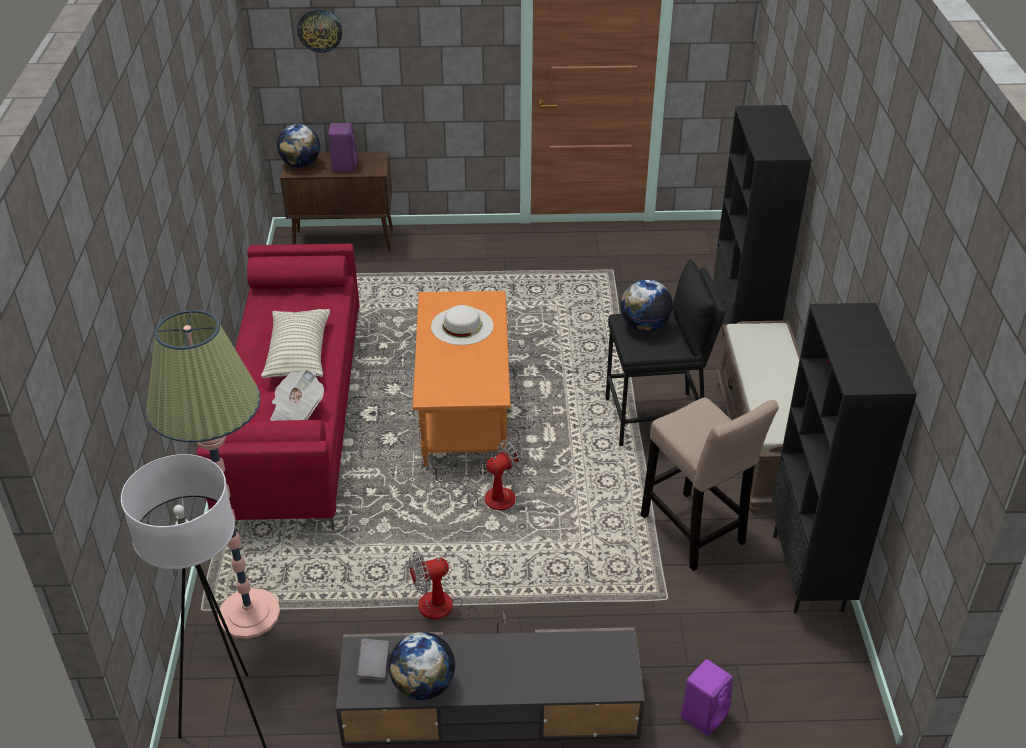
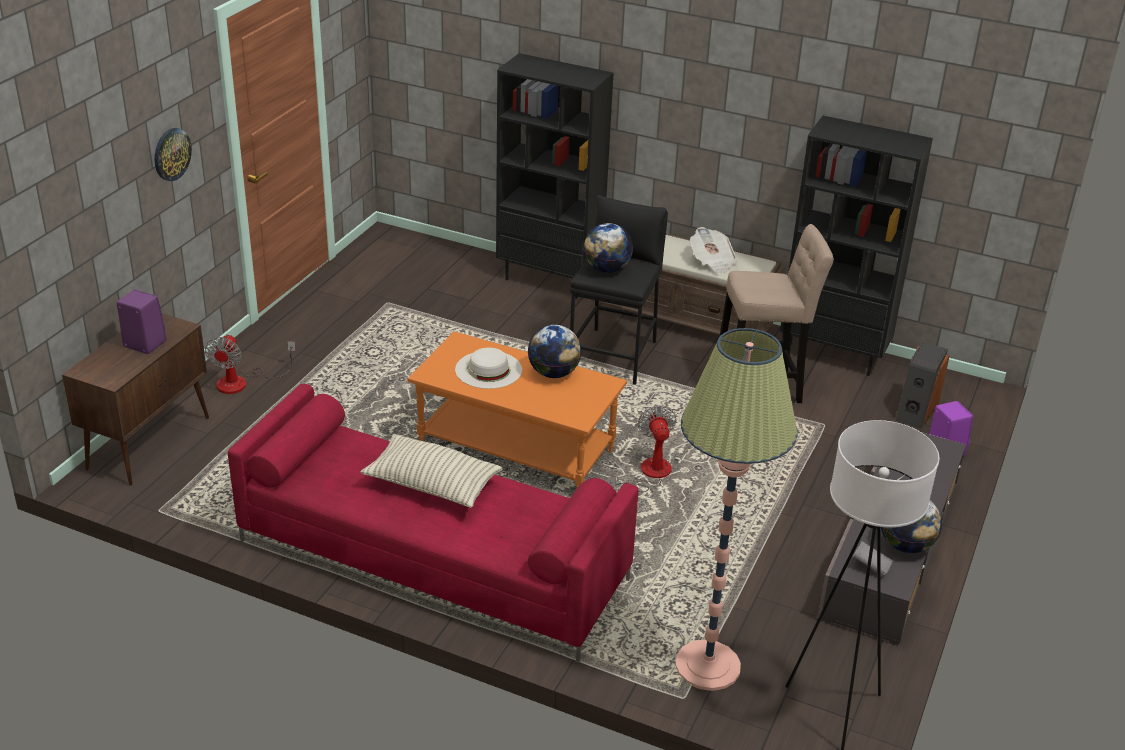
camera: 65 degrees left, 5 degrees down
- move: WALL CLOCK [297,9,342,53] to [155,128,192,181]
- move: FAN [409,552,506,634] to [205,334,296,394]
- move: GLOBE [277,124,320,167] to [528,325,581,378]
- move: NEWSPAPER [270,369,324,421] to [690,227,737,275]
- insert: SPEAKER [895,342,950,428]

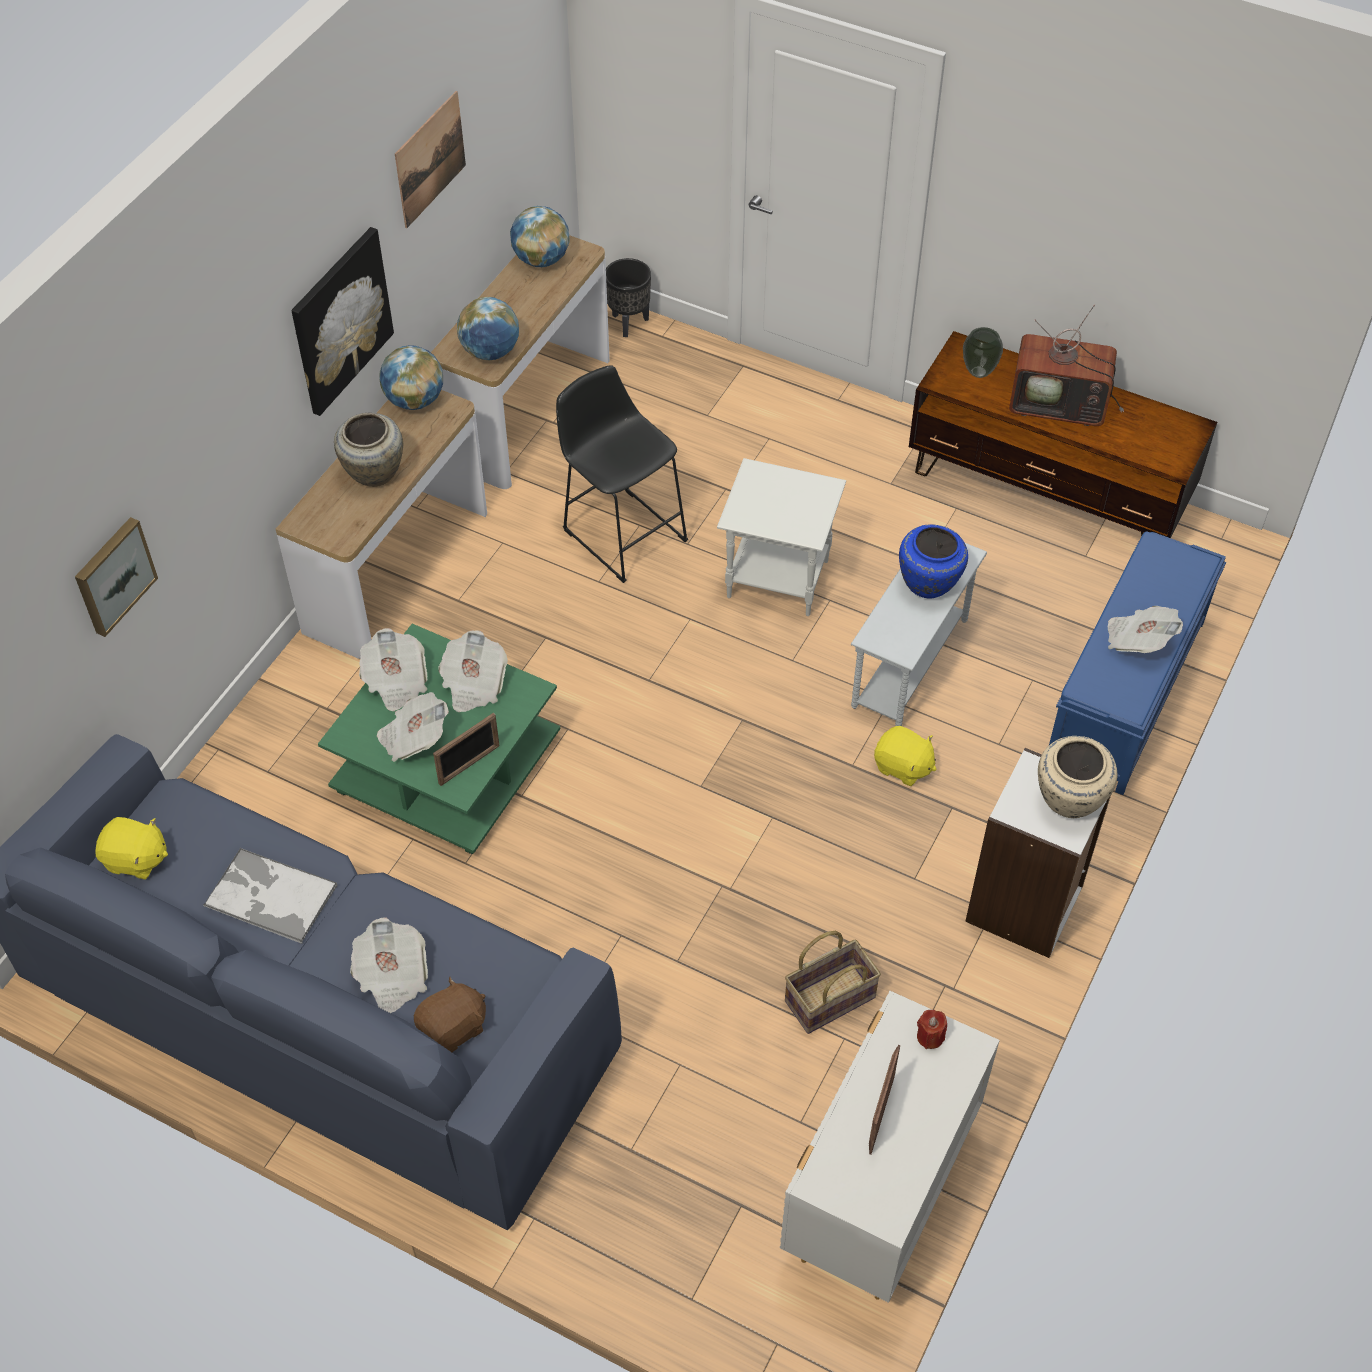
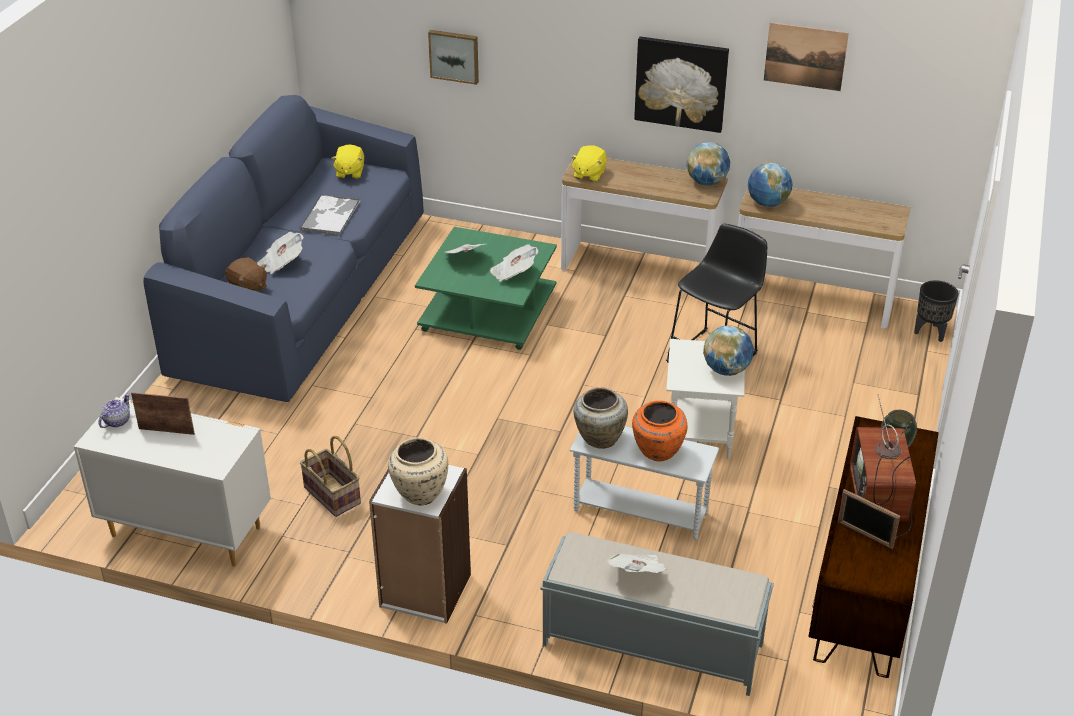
camera: 80 degrees right, 15 degrees down
- insert: TEAPOT [98,393,130,428]
- recolor: BLUE BENCH [1049,531,1226,795] to GREY BENCH [540,532,774,696]
- move: YELLOW PLUSH TOY [874,726,936,786] to [571,145,607,182]
- move: BEIGE VASE [334,413,403,487] to [574,387,628,449]
- recolor: BLUE VASE [899,524,968,599] to ORANGE VASE [632,401,687,462]
- move: GLOBE [510,206,570,267] to [703,325,754,376]
- move: PICTURE FRAME [433,713,500,786] to [838,489,900,549]
- delete: NEWSPAPER [359,628,428,711]
- delete: RED CANDLE [917,1010,947,1049]

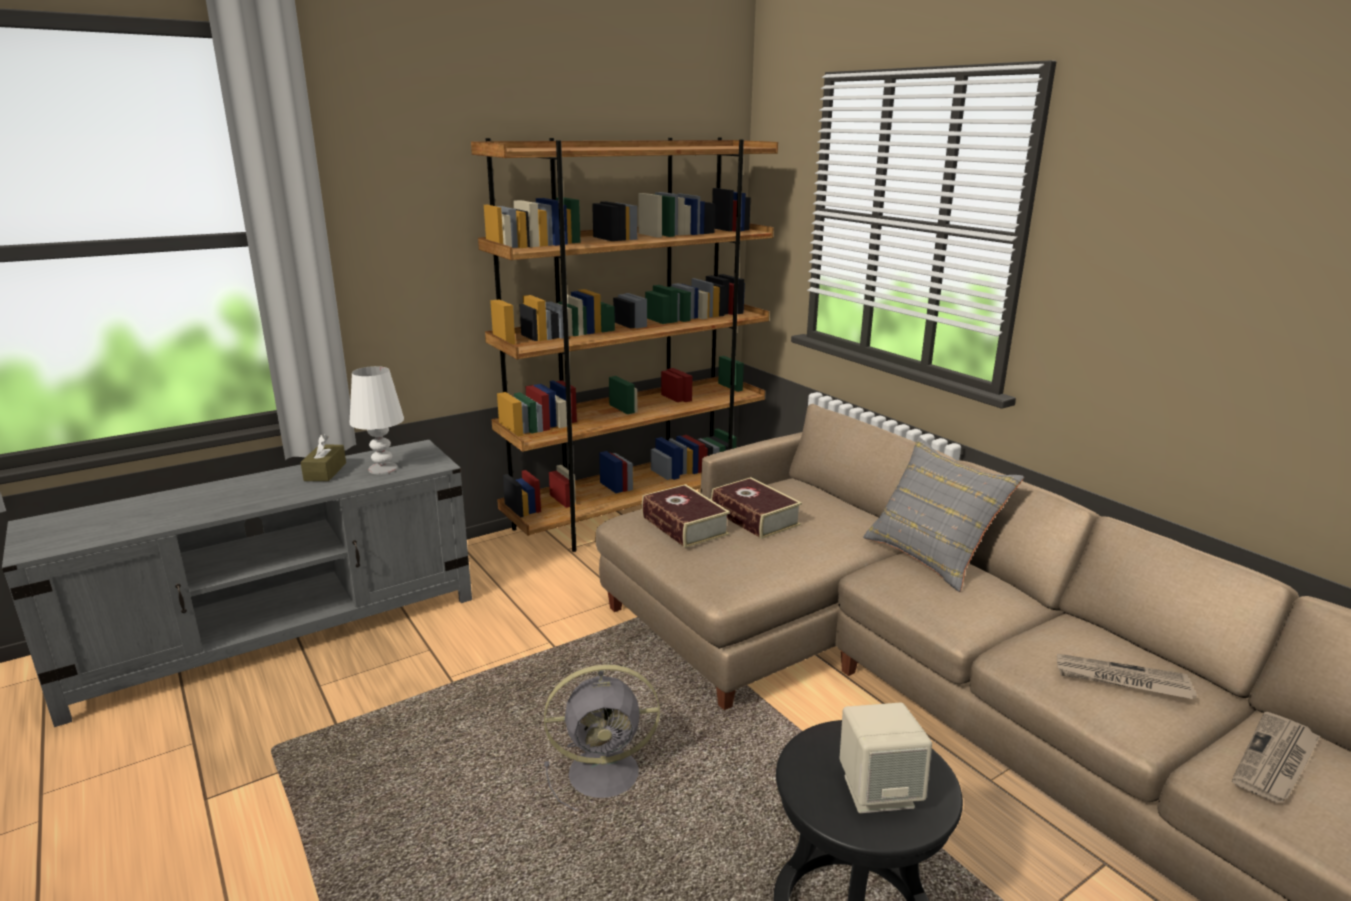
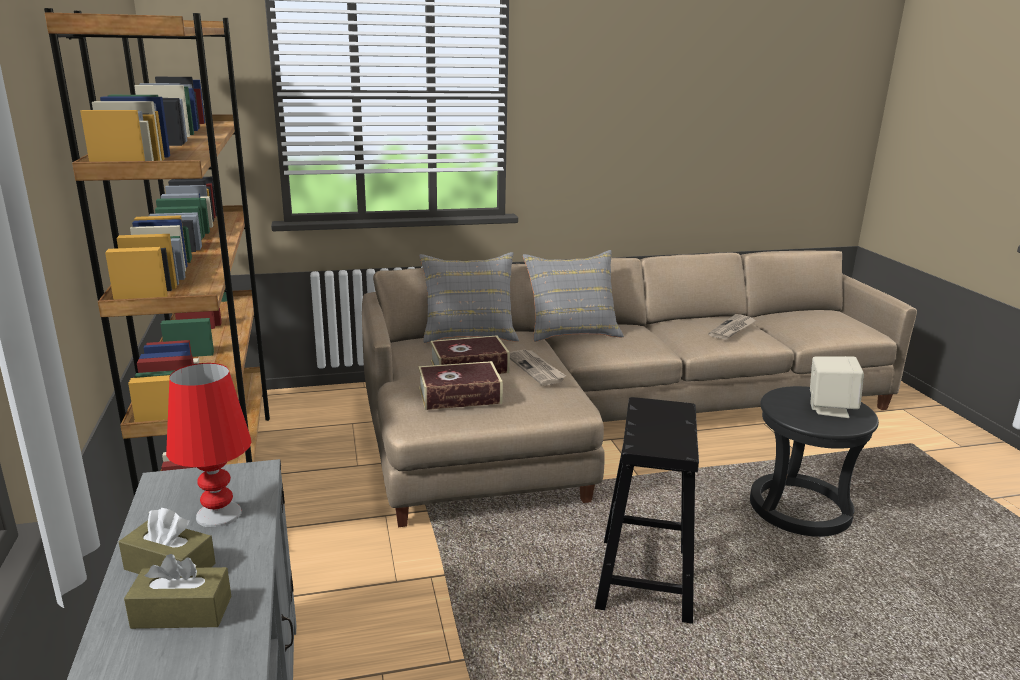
camera: 70 degrees left, 0 degrees up
- insert: BROWN TISSUE BOX [124,554,231,629]
- recolor: WHITE TABLE LAMP [350,366,404,475] to RED TABLE LAMP [166,363,251,527]
- insert: GREY PILLOW [419,252,519,343]
- move: NEWSPAPER [1232,712,1320,803] to [510,349,566,386]
- replace: GREY FAN [544,664,660,811] to BLACK STOOL [595,397,699,624]

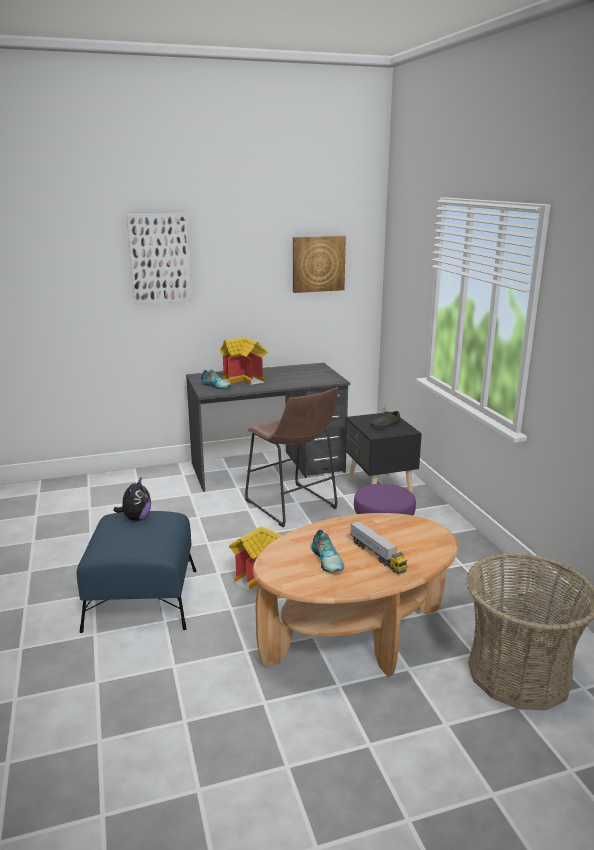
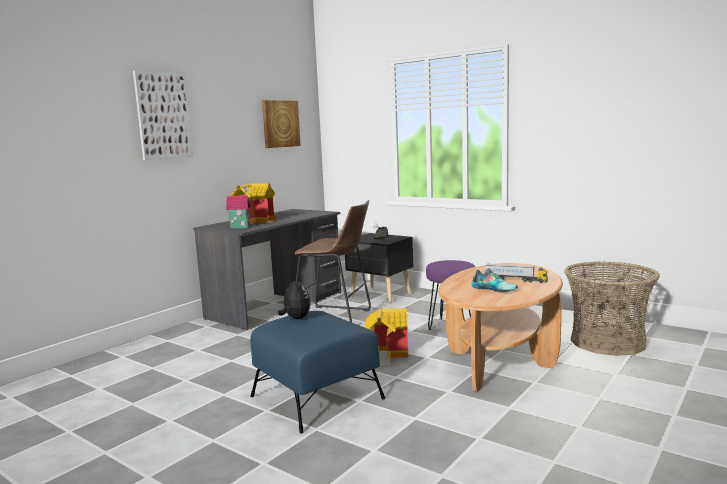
camera: 35 degrees left, 10 degrees down
- replace: SHOE [200,369,231,389] to TOY HOUSE [226,187,250,229]

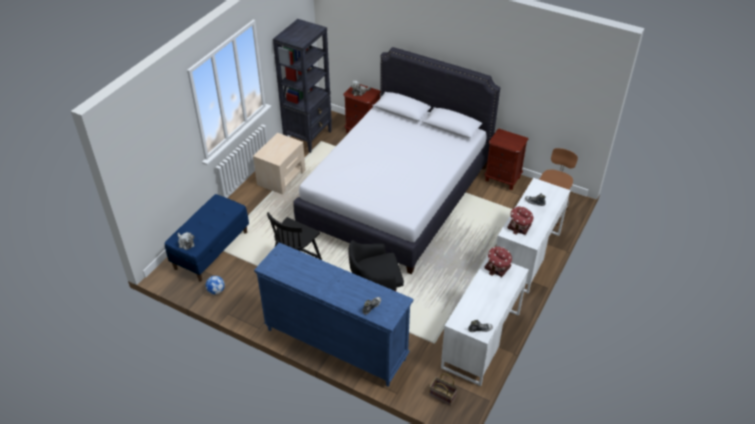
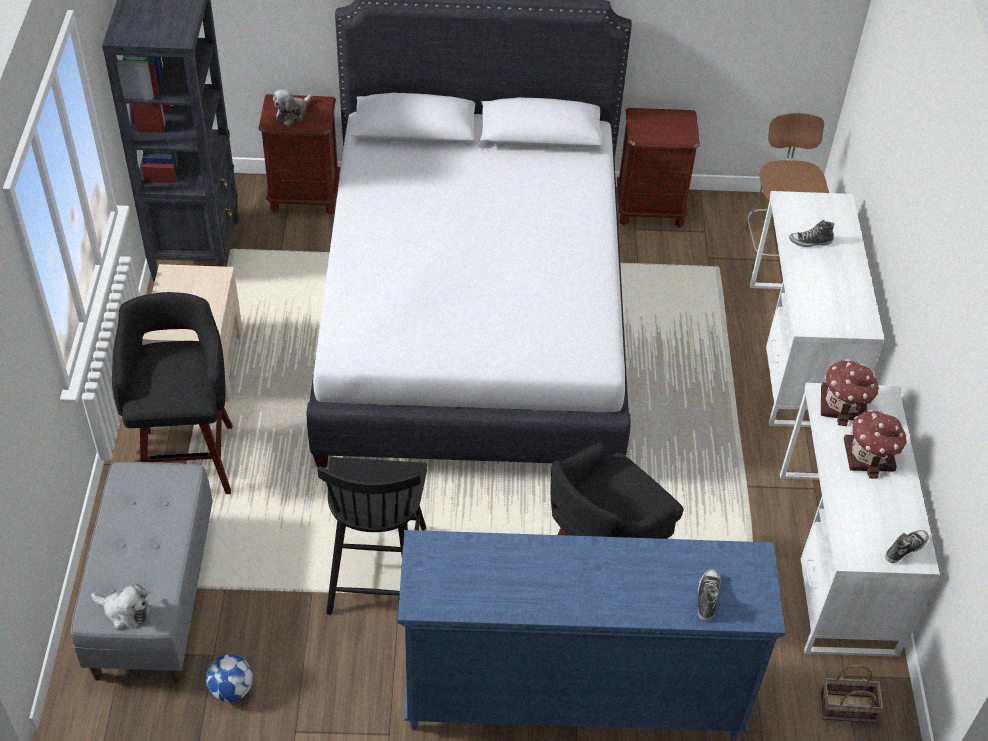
camera: 30 degrees left, 5 degrees up
- recolor: BLUE BENCH [165,194,249,281] to GREY BENCH [71,462,213,683]
- insert: BLACK STOOL [112,292,232,494]
- move: TOY HOUSE [507,206,533,235] to [844,409,907,478]

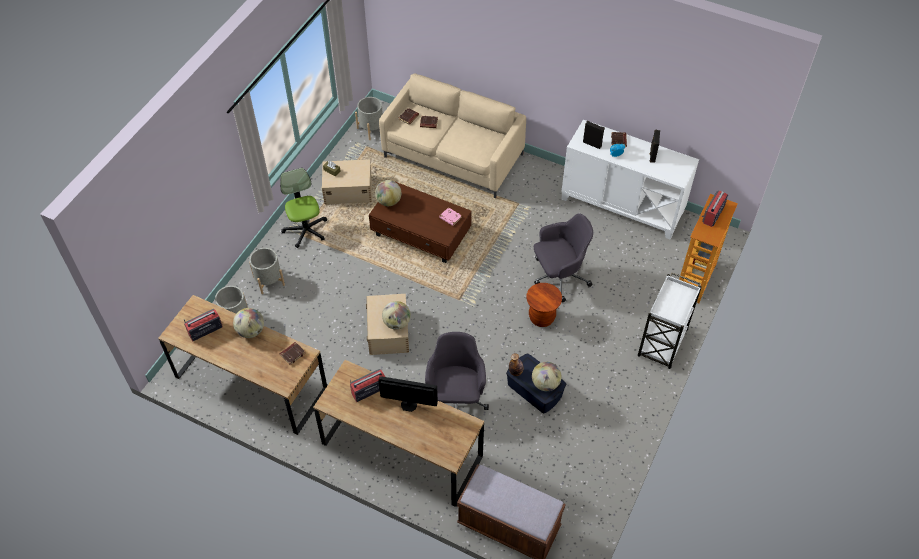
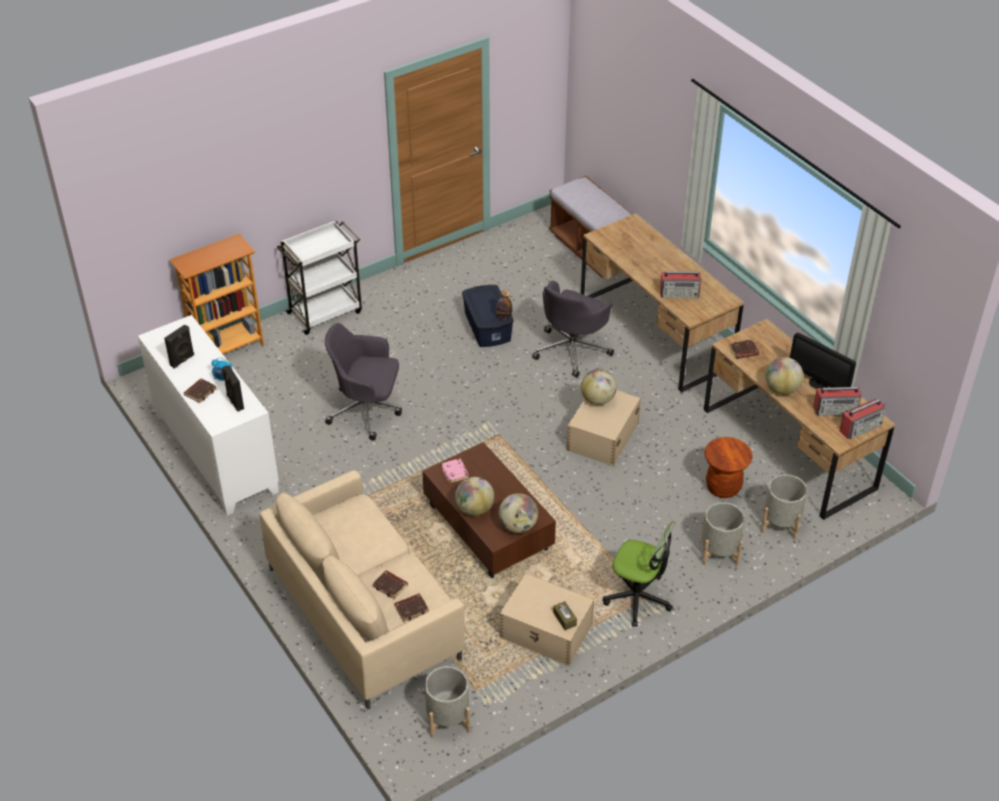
camera: 150 degrees left, 10 degrees down
- move: GLOBE [532,362,562,391] to [455,477,494,516]
- rotate: OFFICE CHAIR [280,168,327,248] = [603,521,675,627] 75 degrees counterclockwise
- move: BROWN STOOL [526,283,562,327] to [704,437,753,498]
- move: MONITOR [378,376,438,412] to [790,333,856,389]
- move: RADIO [702,191,728,227] to [840,399,886,439]

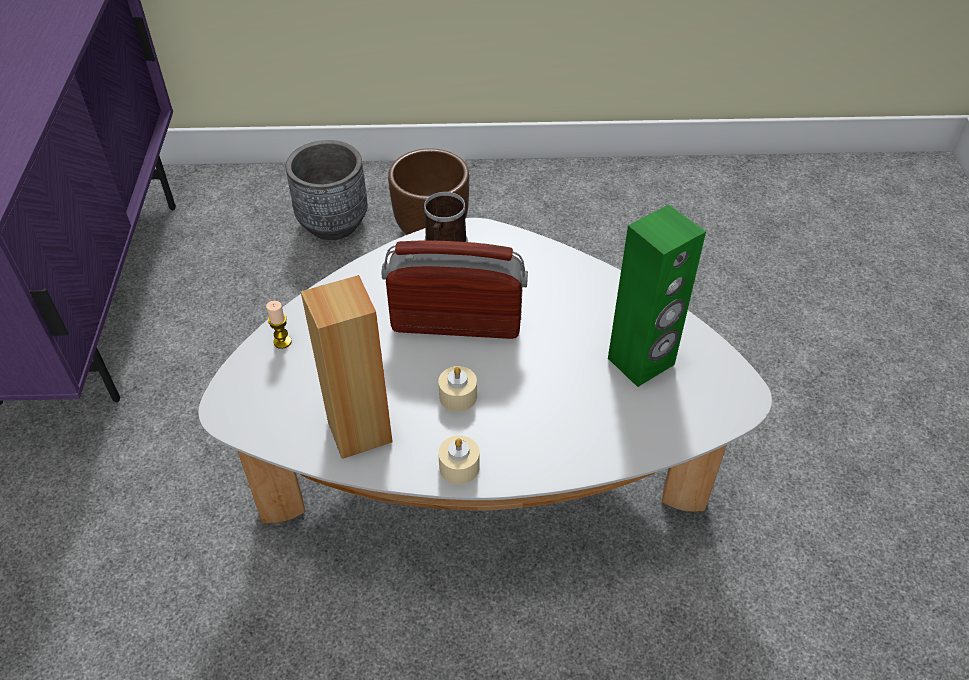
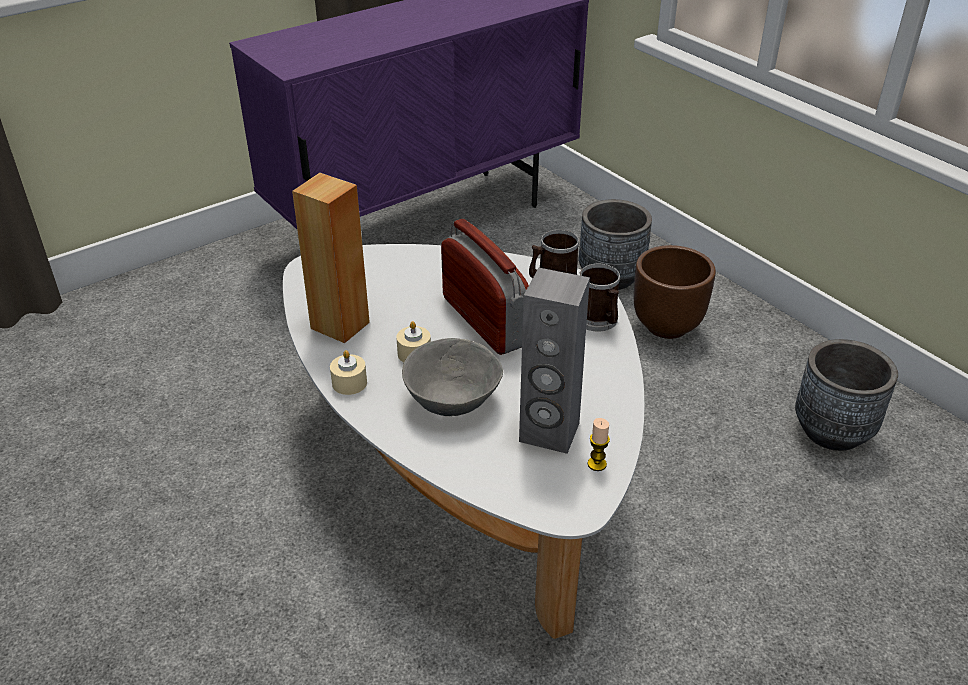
camera: 55 degrees right, 10 degrees down
- insert: GREY BOWL [402,338,503,416]
- recolor: GREEN SPEAKER [608,204,706,387] to GREY SPEAKER [519,268,590,454]
- insert: MUG [580,264,620,331]
- move: CANDLE [266,301,292,349] to [587,418,610,471]
- insert: GREY PLANTER [795,339,898,451]

